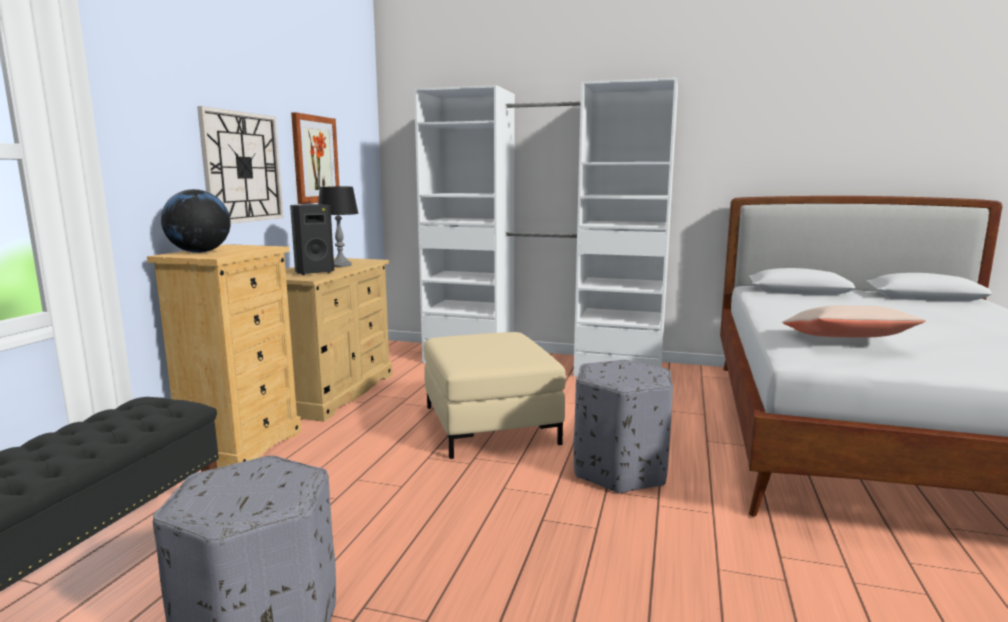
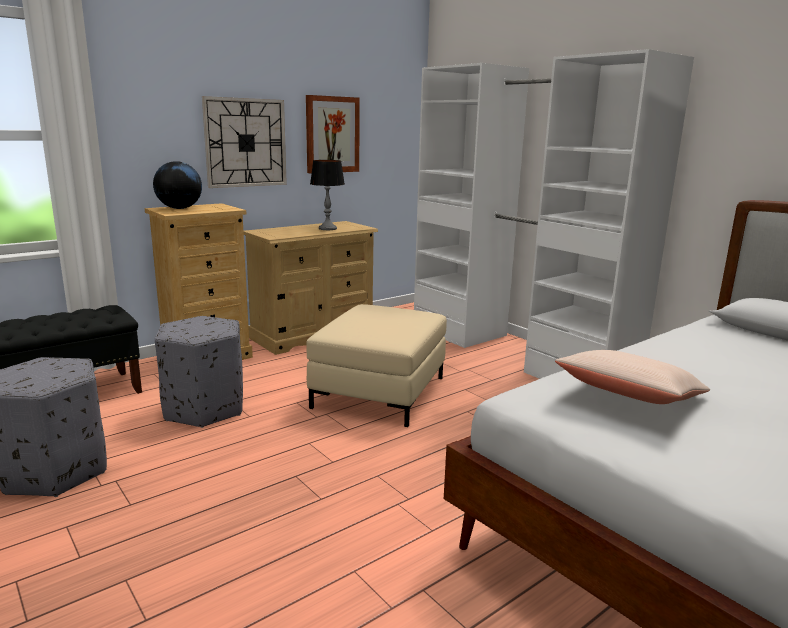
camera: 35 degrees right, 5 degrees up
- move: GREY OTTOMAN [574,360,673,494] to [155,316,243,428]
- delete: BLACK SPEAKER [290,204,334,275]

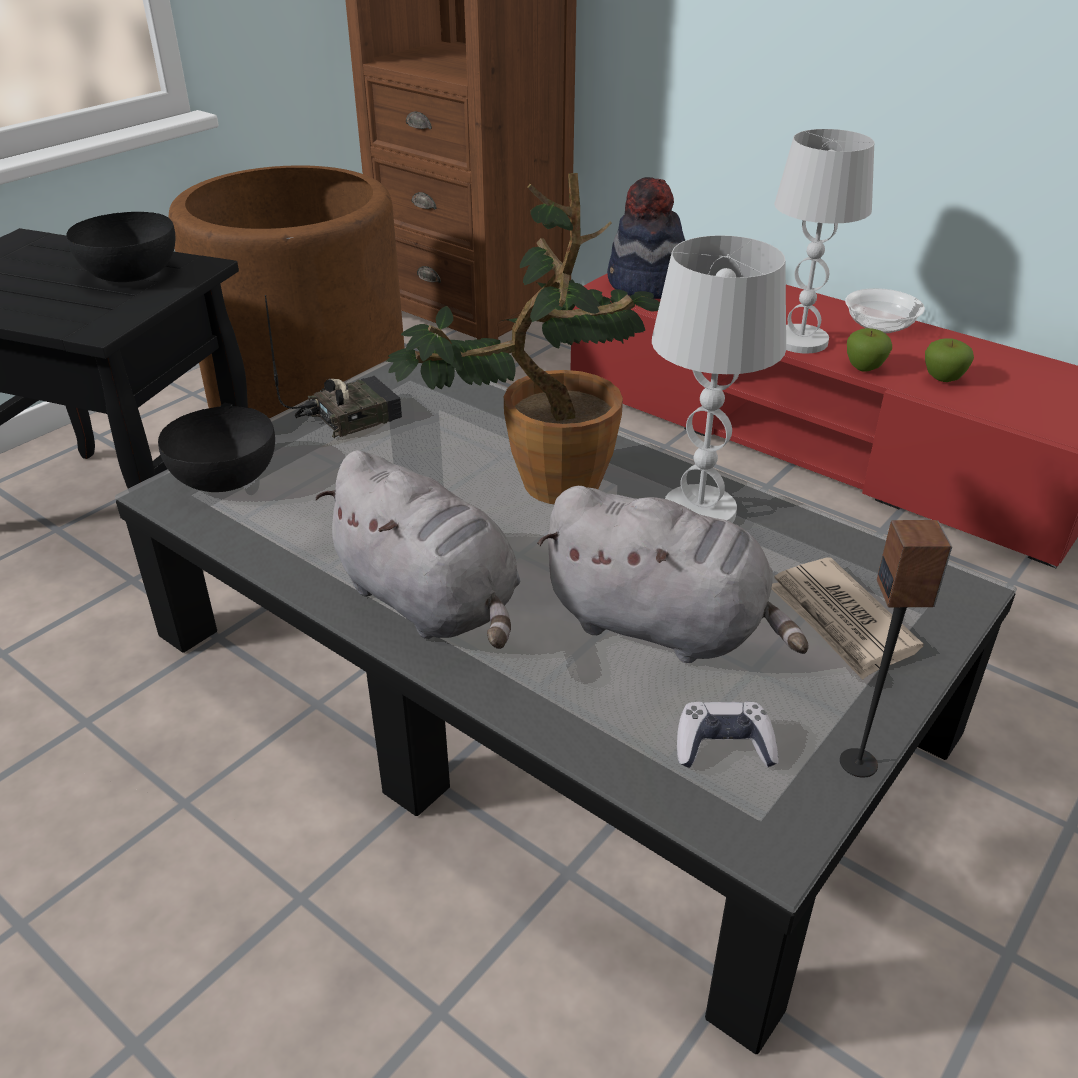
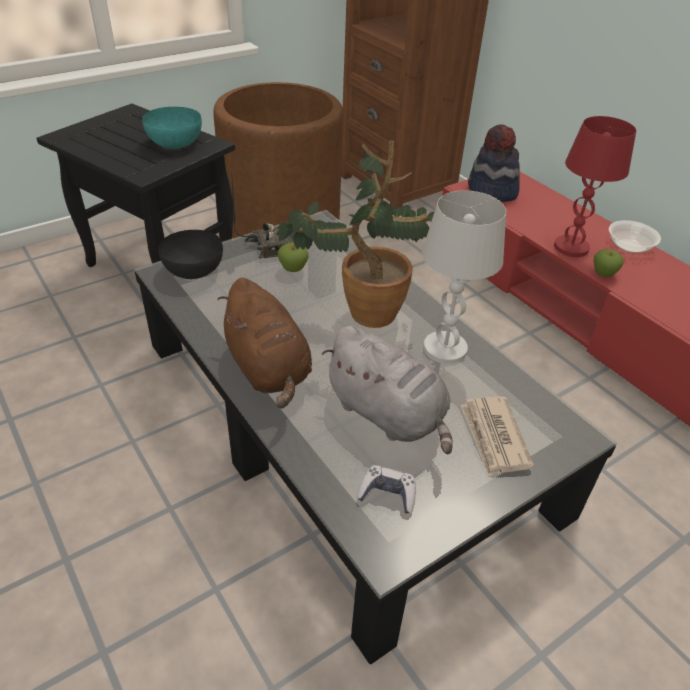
camera: 15 degrees right, 5 degrees up
- recolor: BLACK BOWL [66,212,176,282] to TURQUOISE BOWL [142,107,202,148]
- recolor: GREY PLUSH TOY [316,450,521,649] to BROWN PLUSH TOY [217,278,312,408]
- move: APPLE [925,338,974,382] to [278,243,309,272]
- recolor: WHITE TABLE LAMP [774,129,874,354] to RED TABLE LAMP [554,116,636,257]
- delete: SPEAKER [840,520,952,778]

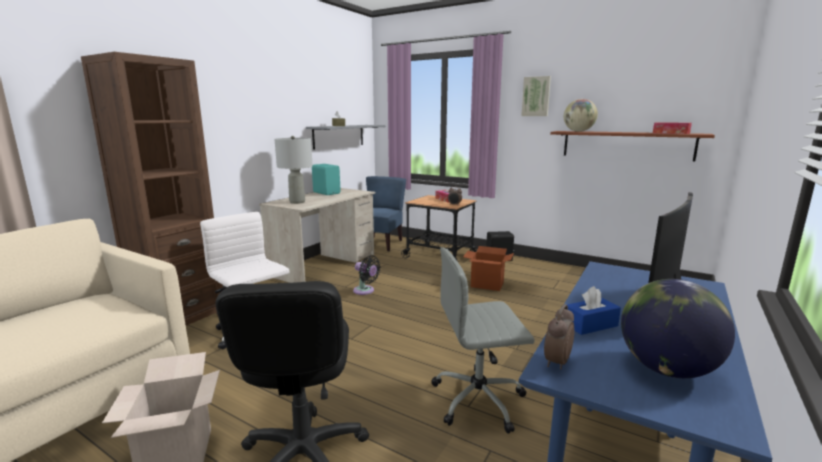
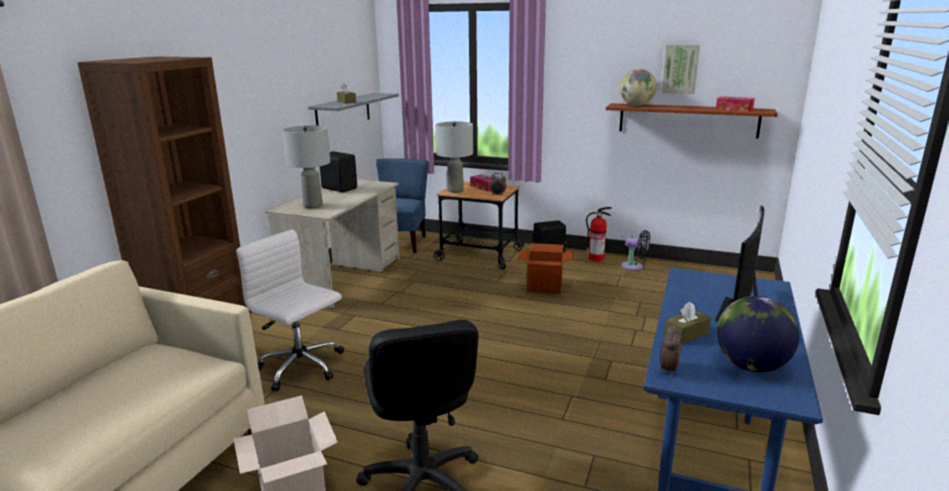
camera: 10 degrees left, 5 degrees up
- recolor: TURQUOISE SPEAKER [312,164,341,195] to BLACK SPEAKER [320,151,357,192]
- insert: GREY TABLE LAMP [436,121,473,193]
- insert: FIRE EXTINGUISHER [586,207,612,262]
- move: BLACK FAN [353,255,381,295] to [621,230,650,271]
- move: PICTURE [521,76,551,116] to [662,45,700,94]
- recolor: BLUE TISSUE BOX [567,286,621,335] to BROWN TISSUE BOX [664,302,711,344]
- delete: GREY OFFICE CHAIR [432,247,534,434]

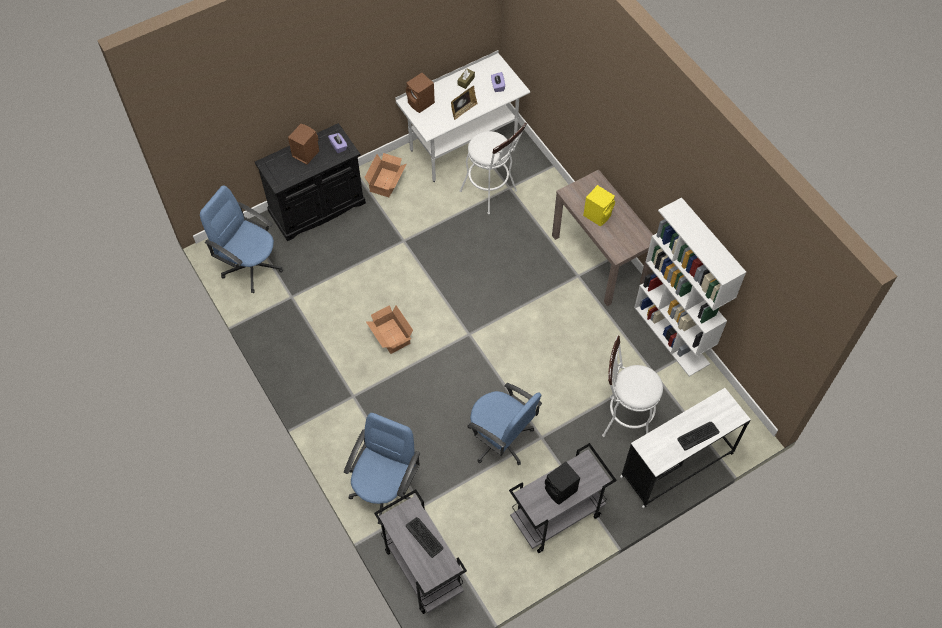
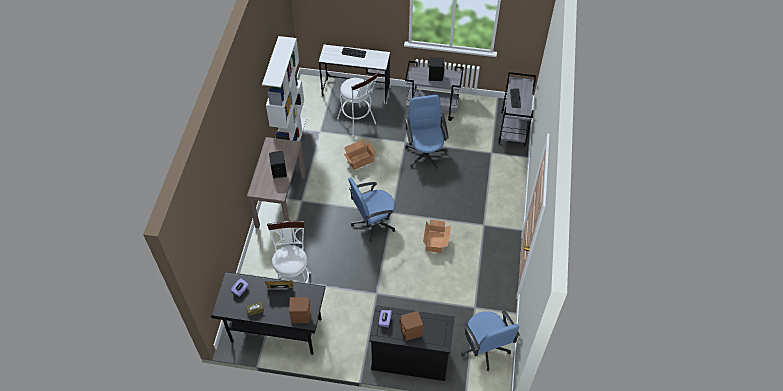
camera: 140 degrees left, 5 degrees down
- recolor: WHITE DESK [395,50,530,182] to BLACK DESK [211,272,326,355]
- recolor: YELLOW SPEAKER [583,185,615,227] to BLACK SPEAKER [269,151,287,179]
- move: CARDBOARD BOX [364,153,406,197] to [343,139,376,170]
- move: BLUE OFFICE CHAIR [344,413,420,525] to [348,177,396,242]

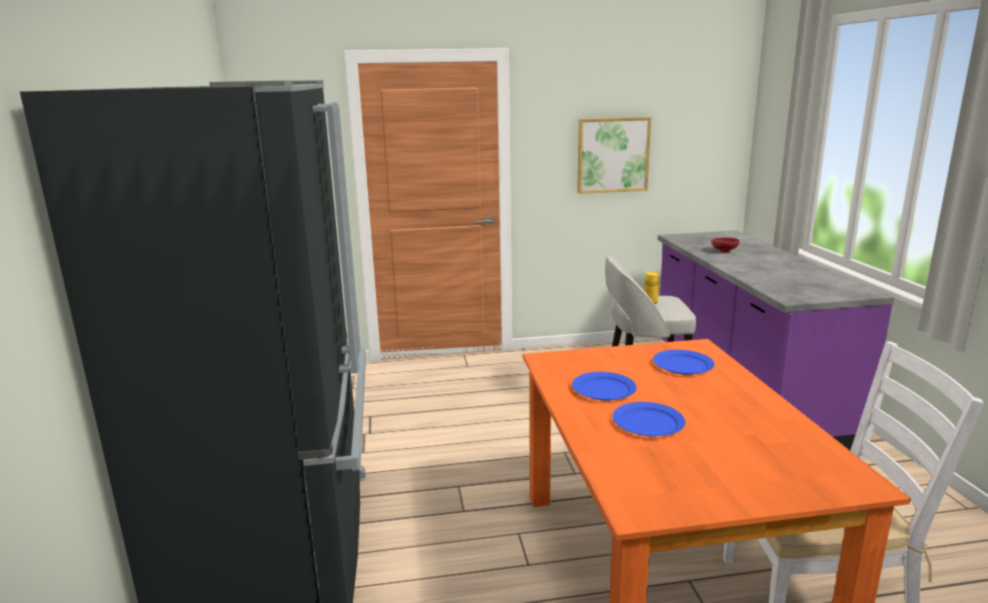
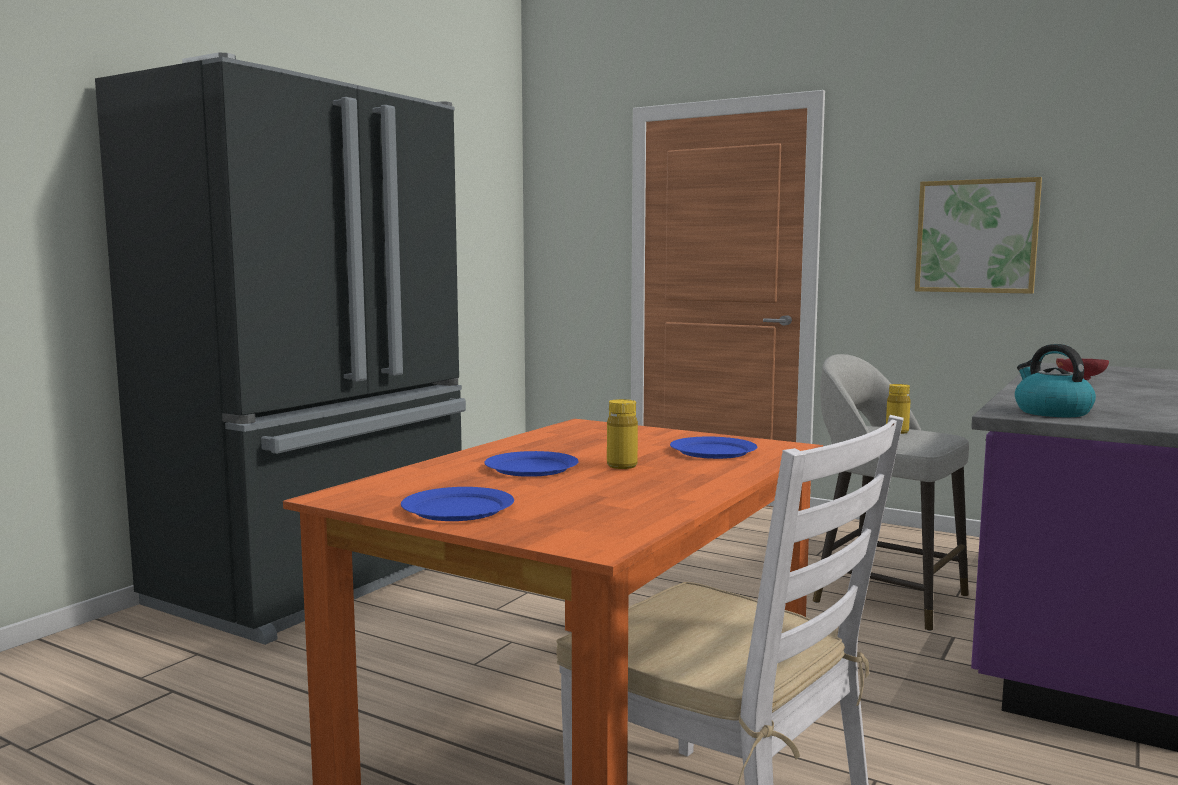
camera: 40 degrees right, 10 degrees down
- move: BLUE PLATE [572,372,637,401] to [401,487,514,521]
- insert: YELLOW BOTTLE [607,399,638,469]
- insert: KETTLE [1015,344,1096,417]

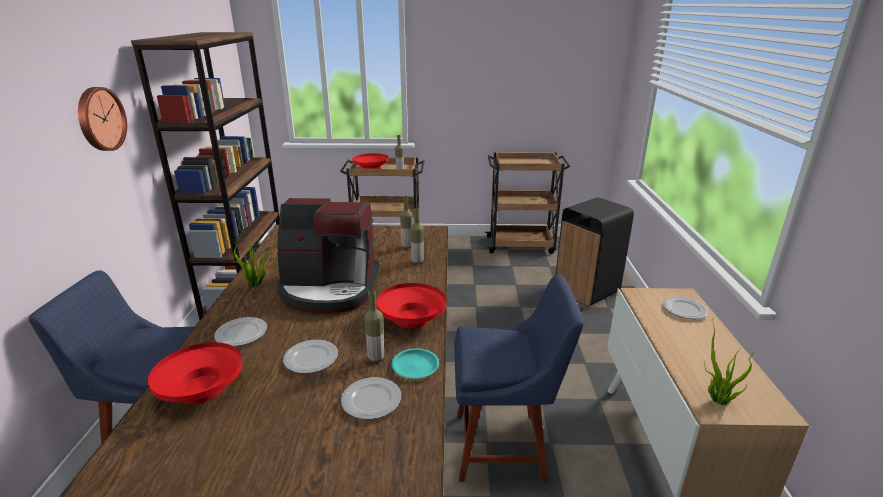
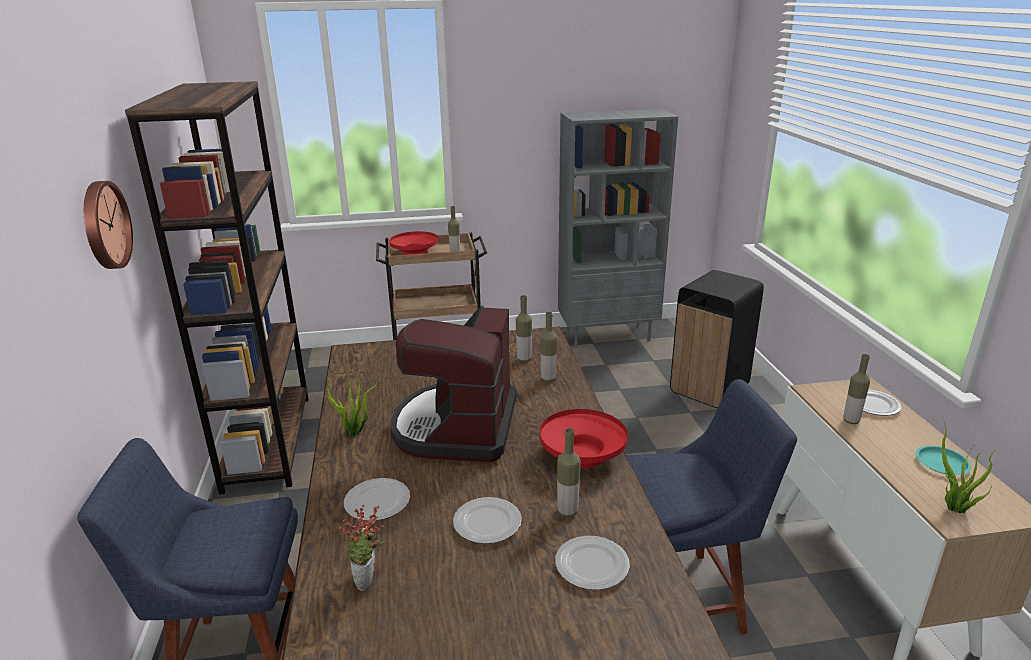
camera: 10 degrees left, 0 degrees up
- replace: RED BOWL [148,342,242,404] to POTTED PLANT [338,505,385,591]
- rotate: COFFEE MACHINE [277,198,379,313] = [390,306,517,462] 105 degrees clockwise
- replace: BROWN CART [485,152,570,254] to GREY BOOKCASE [558,109,678,347]
- insert: BOTTLE [843,354,870,424]
- move: TURQUOISE PLATE [392,348,439,379] to [916,446,972,475]

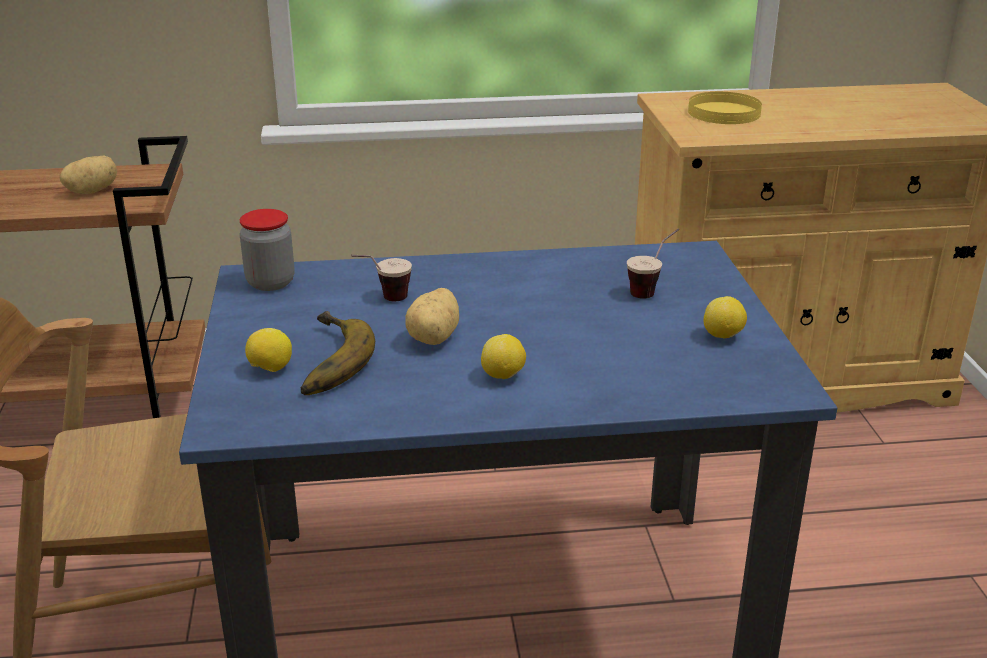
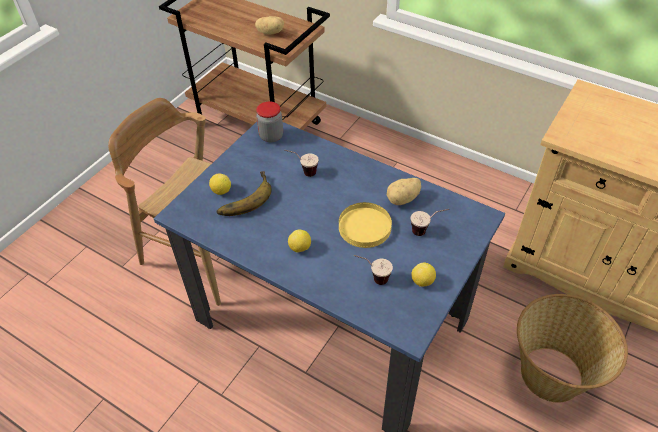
camera: 40 degrees right, 20 degrees up
- move: YELLOW PLATE [688,92,762,124] to [339,202,392,248]
- insert: CUP [354,255,393,285]
- move: POTATO [406,288,459,345] to [387,178,421,205]
- insert: BASKET [517,294,628,403]

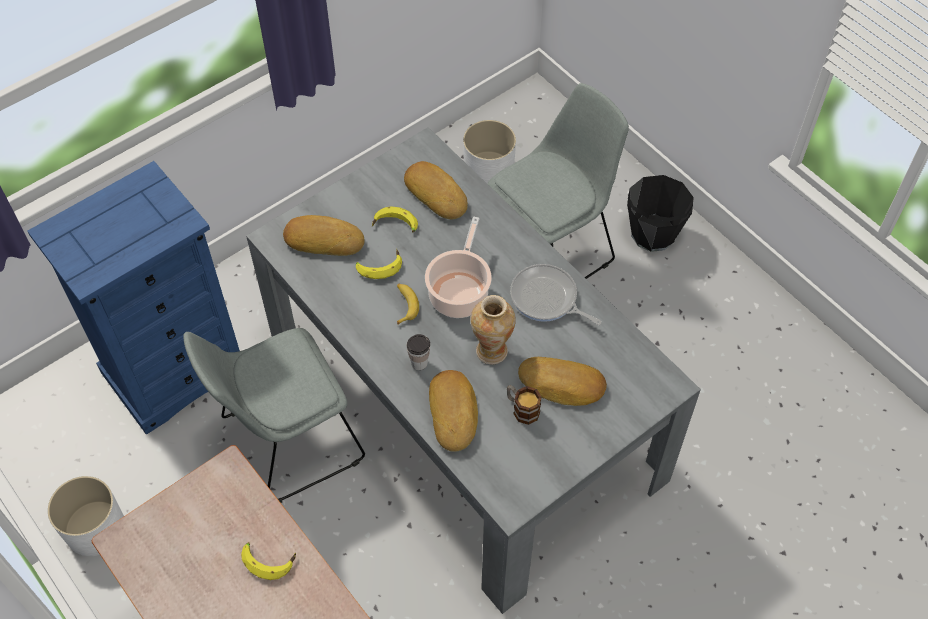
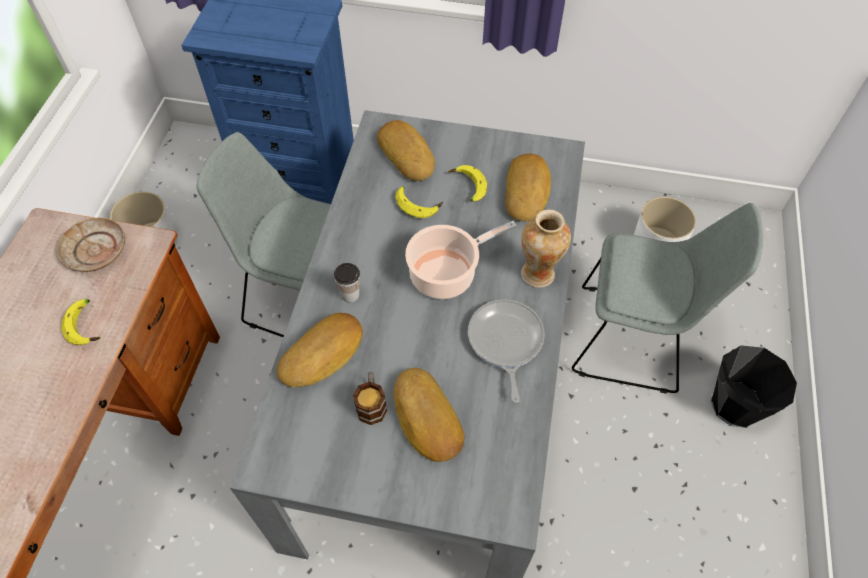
camera: 50 degrees right, 0 degrees up
- insert: BEIGE PLATE [57,218,125,272]
- move: VASE [470,295,516,365] to [521,209,571,288]
- delete: BANANA [397,284,419,324]

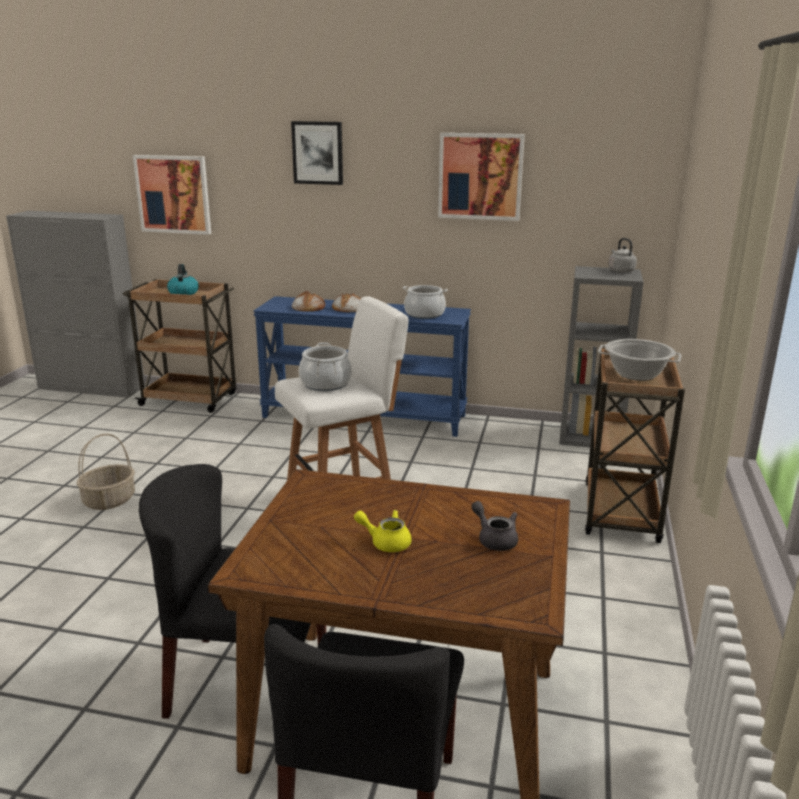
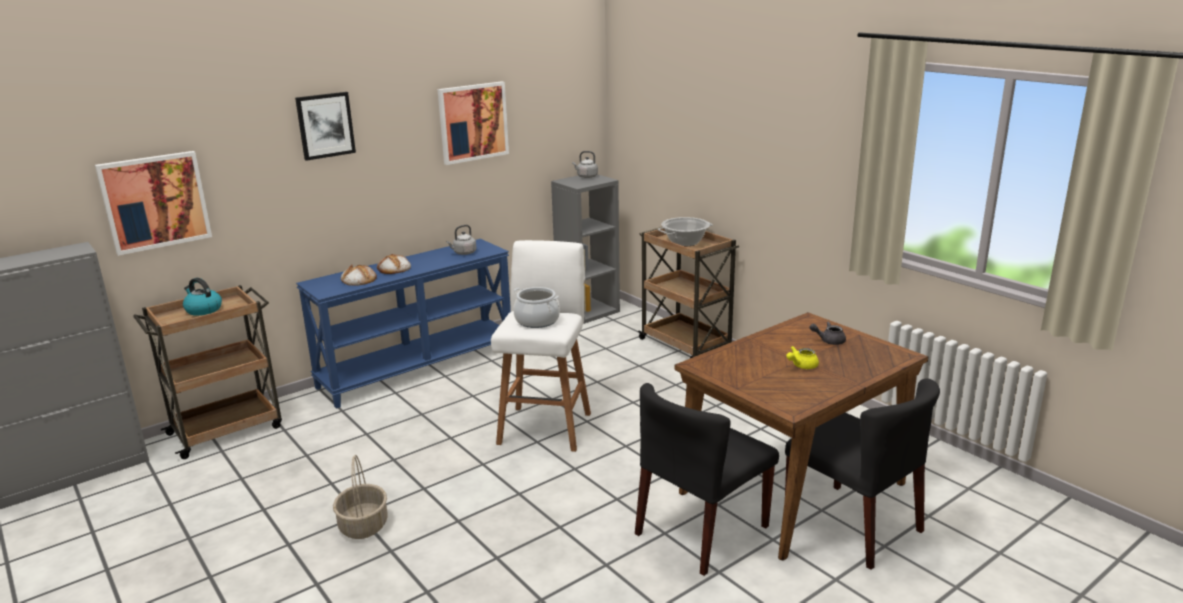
camera: 50 degrees left, 0 degrees up
- replace: COOKING POT [403,285,448,319] to GREY KETTLE [446,225,476,255]

